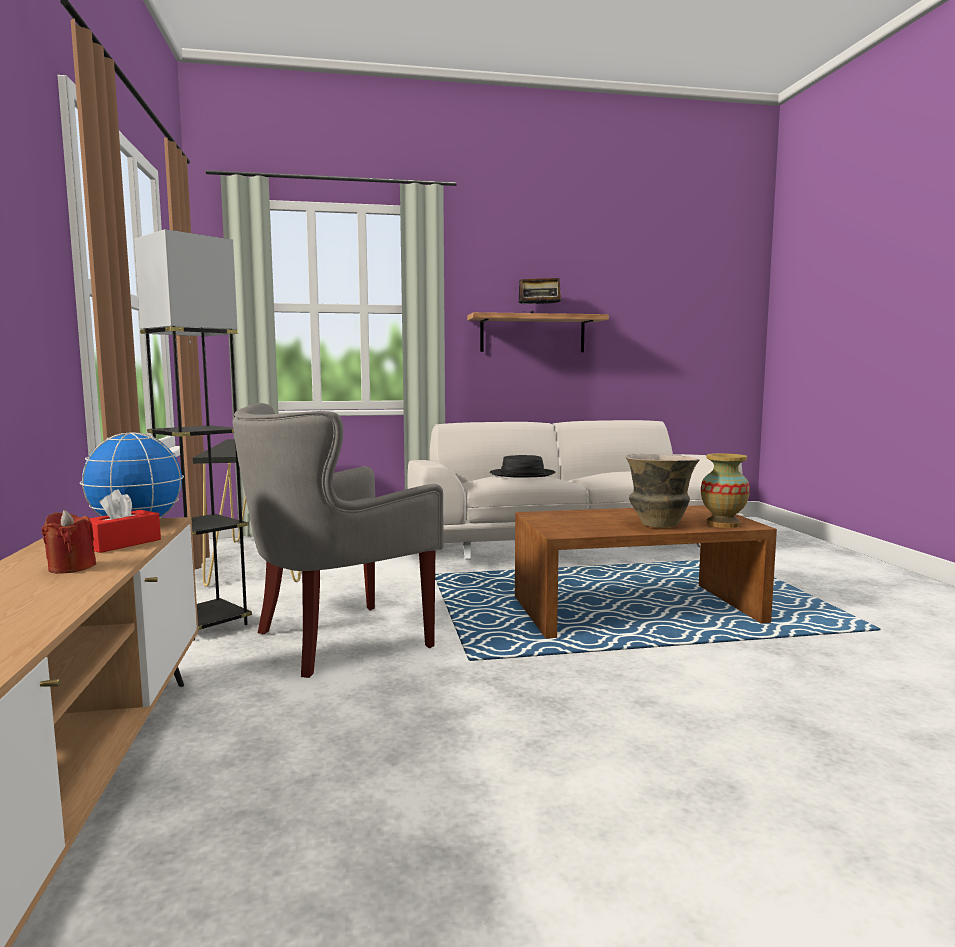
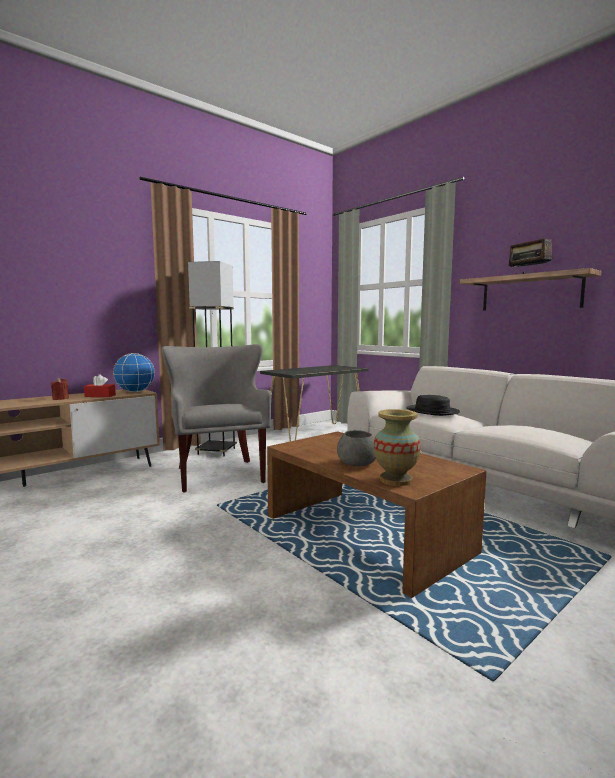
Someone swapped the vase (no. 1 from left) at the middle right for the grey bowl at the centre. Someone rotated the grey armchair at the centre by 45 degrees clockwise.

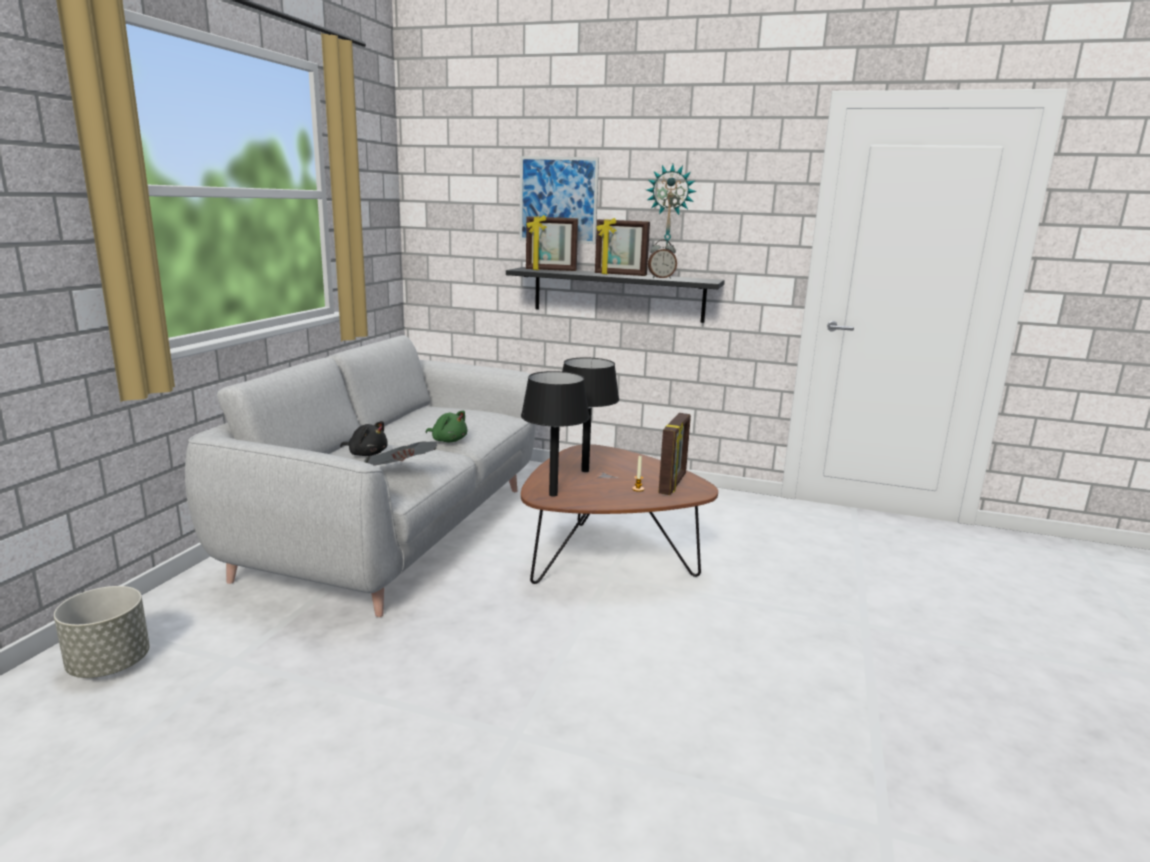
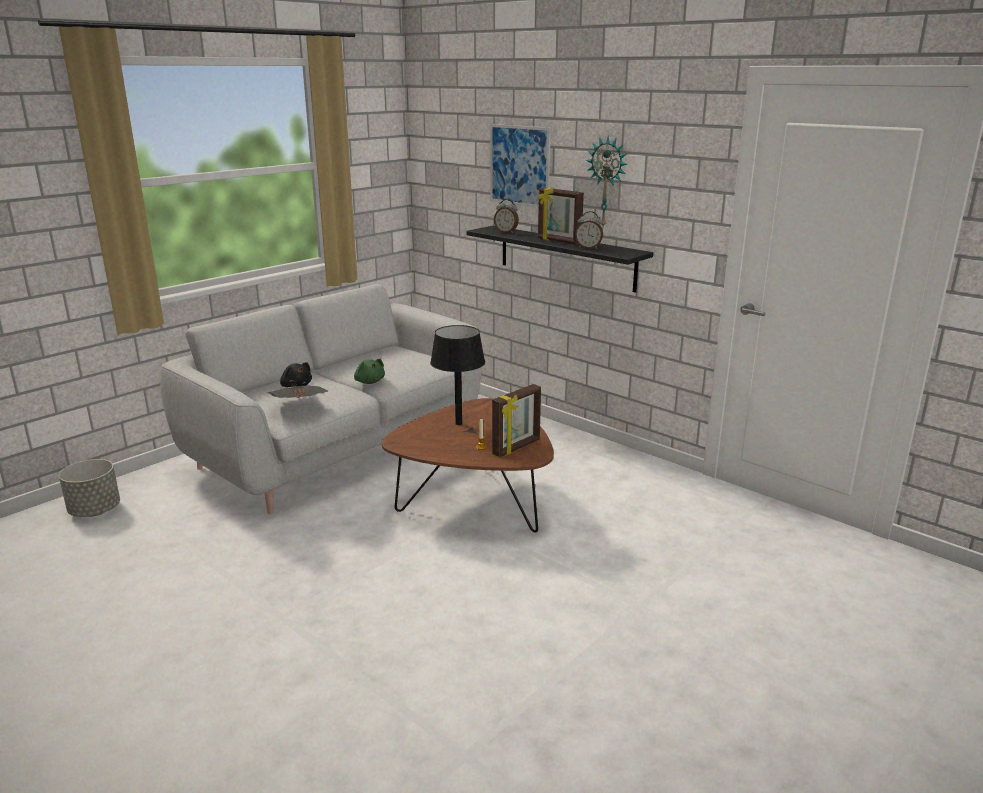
Someone took away the black table lamp (no. 1 from left) at the centre. Someone swapped the picture frame (no. 1 from left) at the top centre for the alarm clock (no. 1 from left) at the top centre.

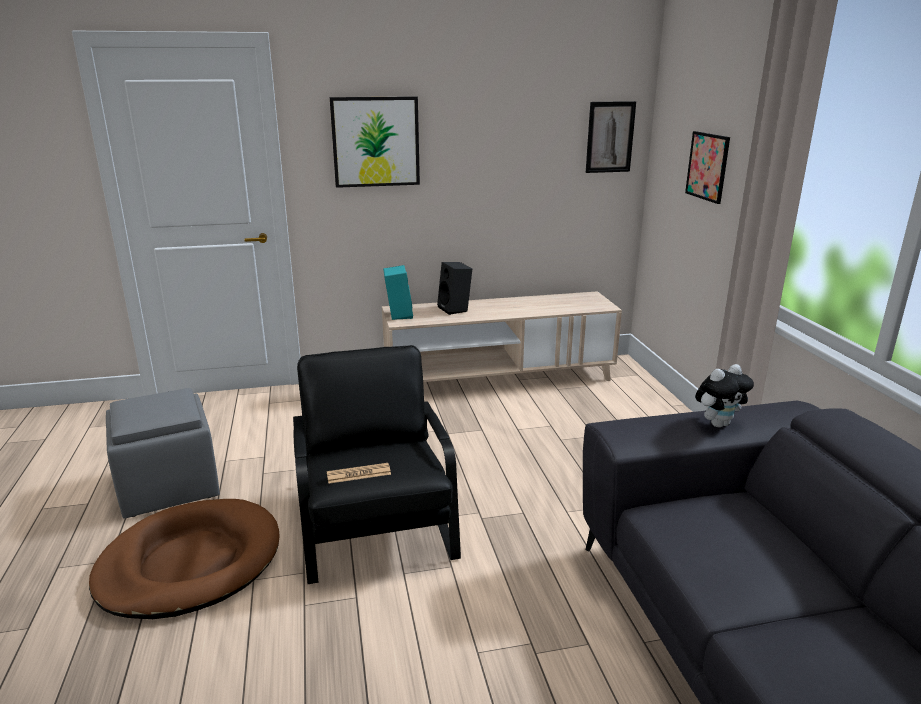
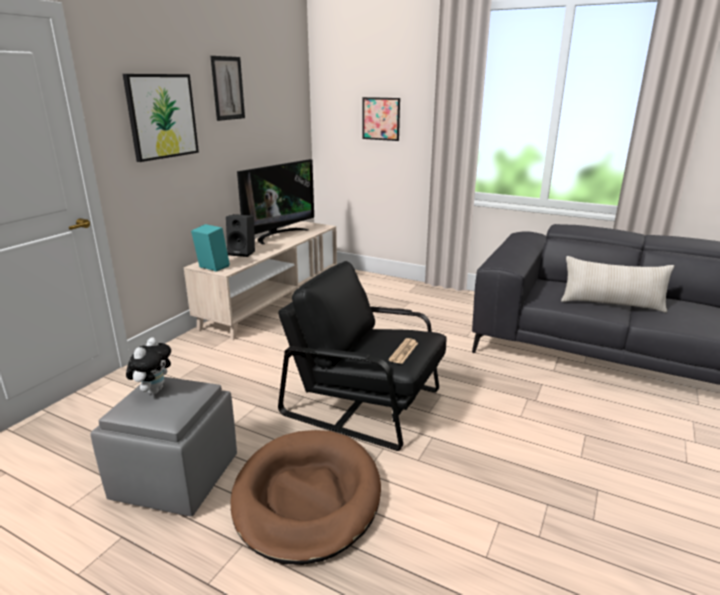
Someone put down the television at the centre. Someone put down the beige pillow at the middle right. Someone carried the picture (no. 2 from left) from the top centre to the top left. Someone carried the plush toy from the middle right to the middle left.

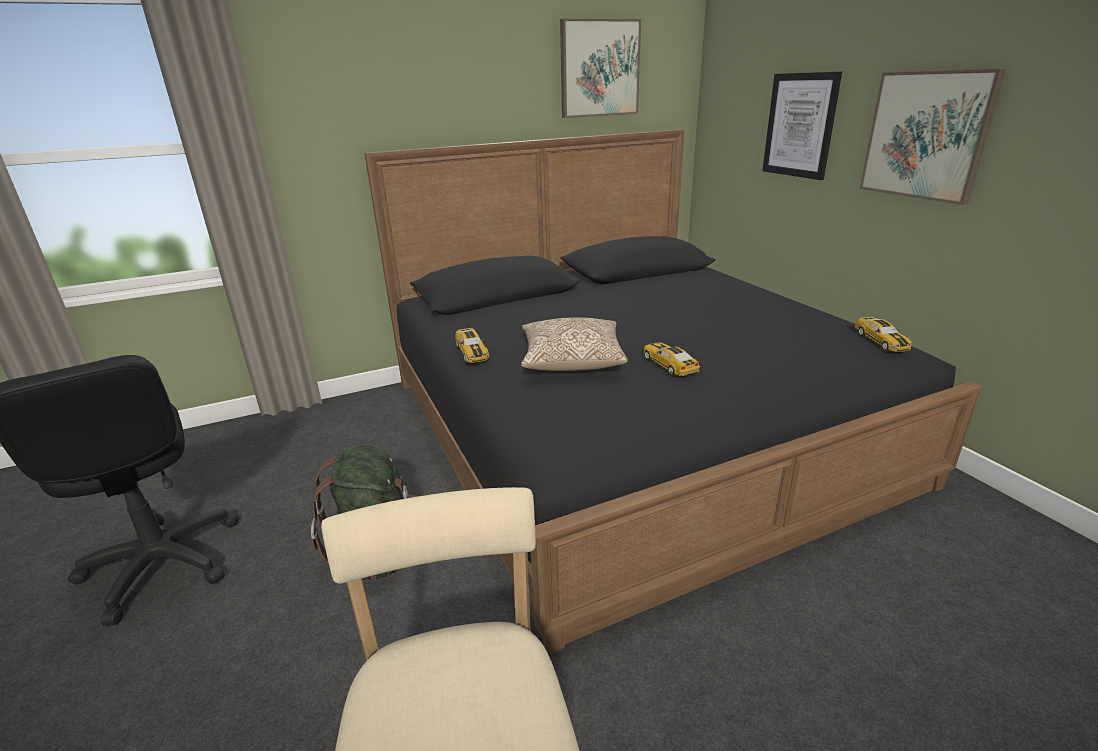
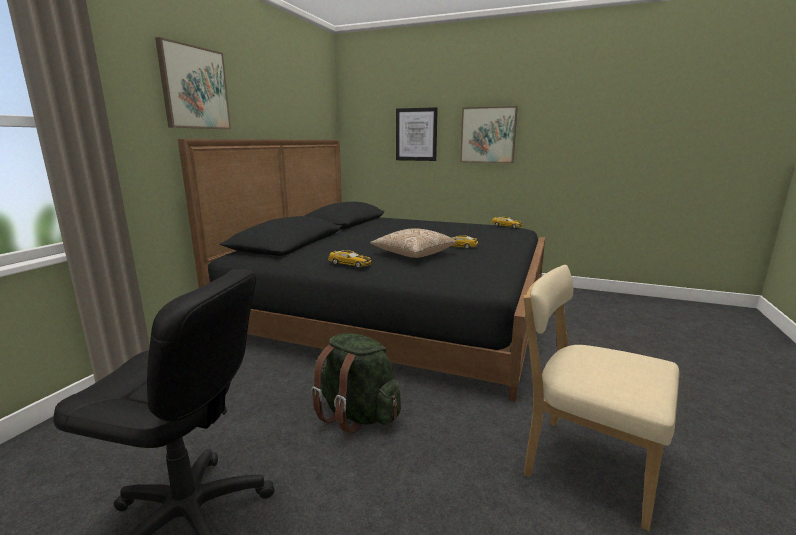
Someone carried the picture (no. 1 from left) from the top centre to the top left.

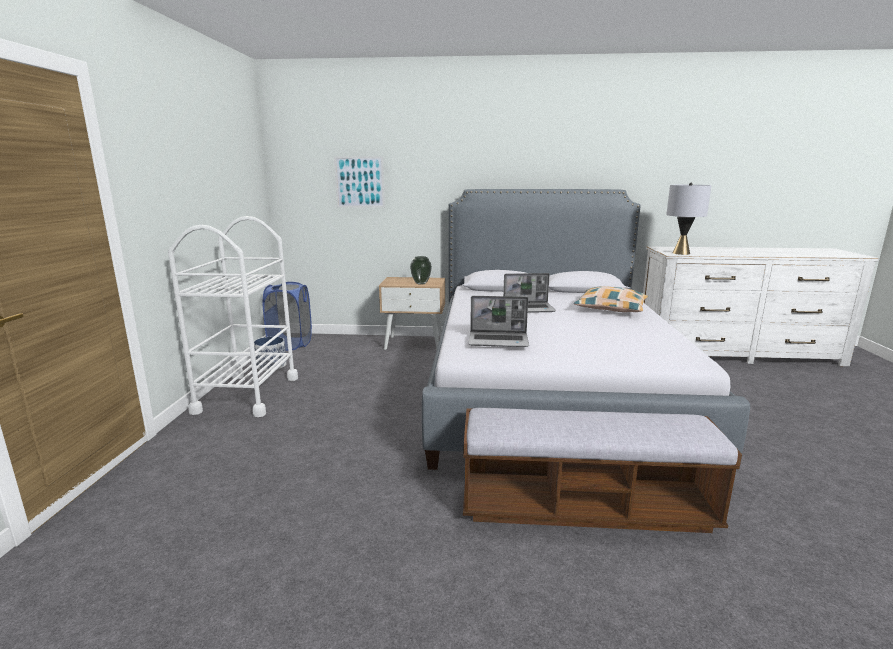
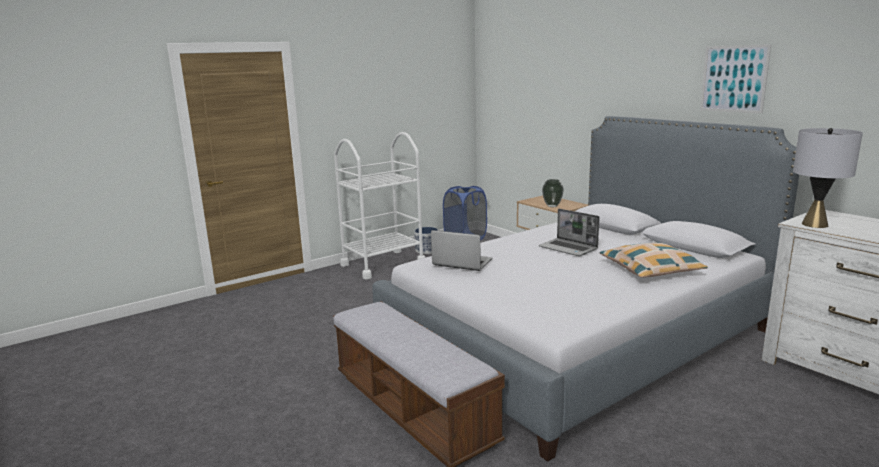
Someone carried the picture from the top centre to the top right. Someone rotated the laptop (no. 1 from left) at the centre by 150 degrees clockwise.

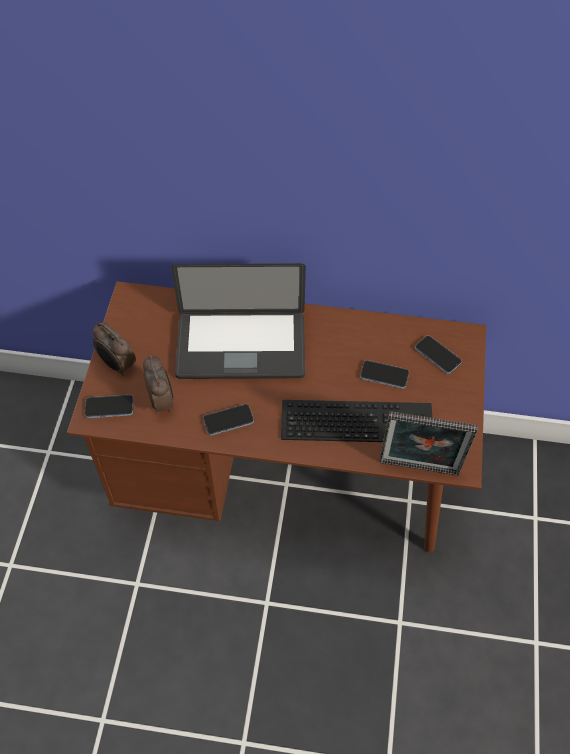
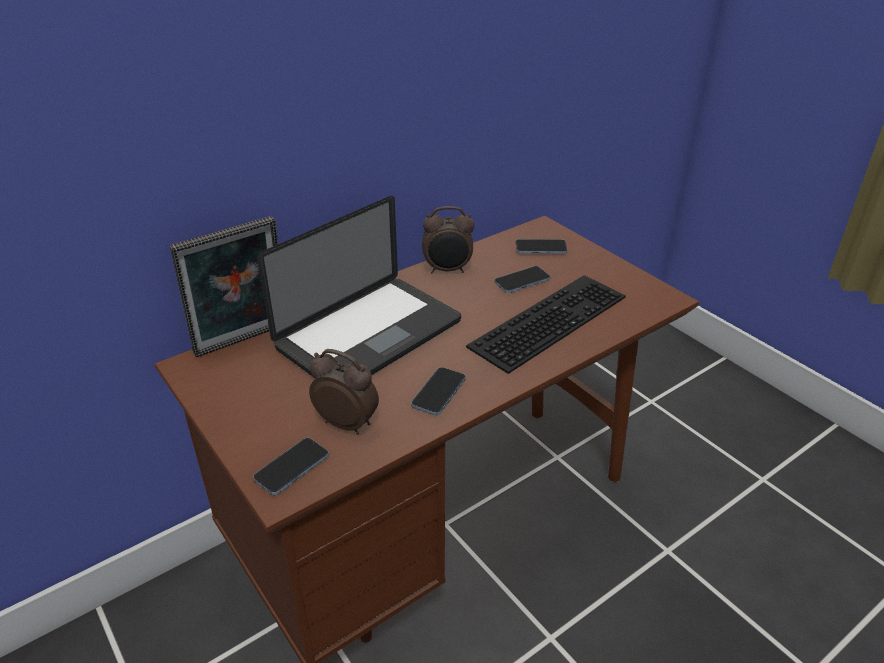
Someone carried the alarm clock (no. 1 from left in the first image) from the middle left to the centre. Someone carried the picture frame from the middle right to the middle left.

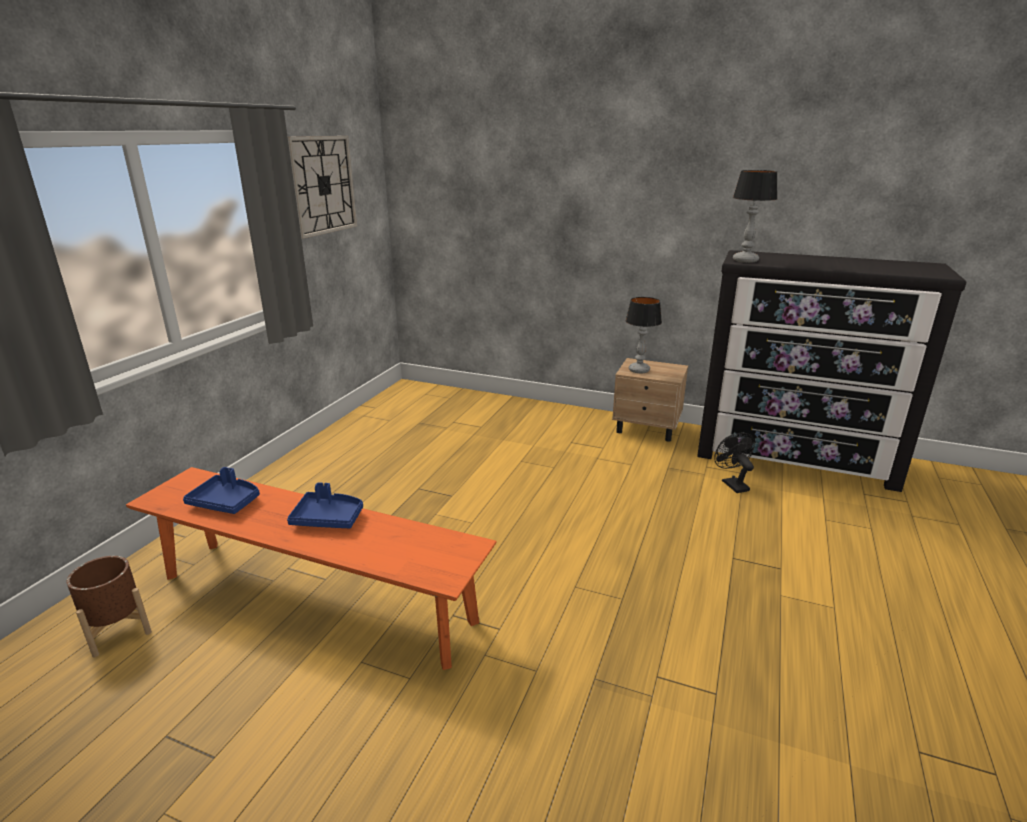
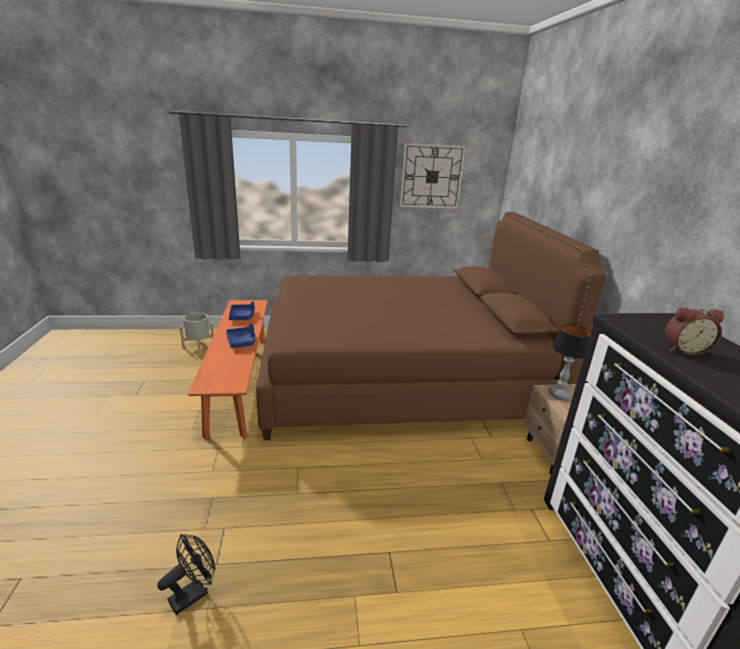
Someone took away the table lamp (no. 2 from left) at the top right. Someone put down the brown bed at the centre. Someone put down the alarm clock at the middle right. Someone carried the black fan from the middle right to the bottom left. Someone repainted the brown planter at the bottom left, which became the grey planter at the middle left.

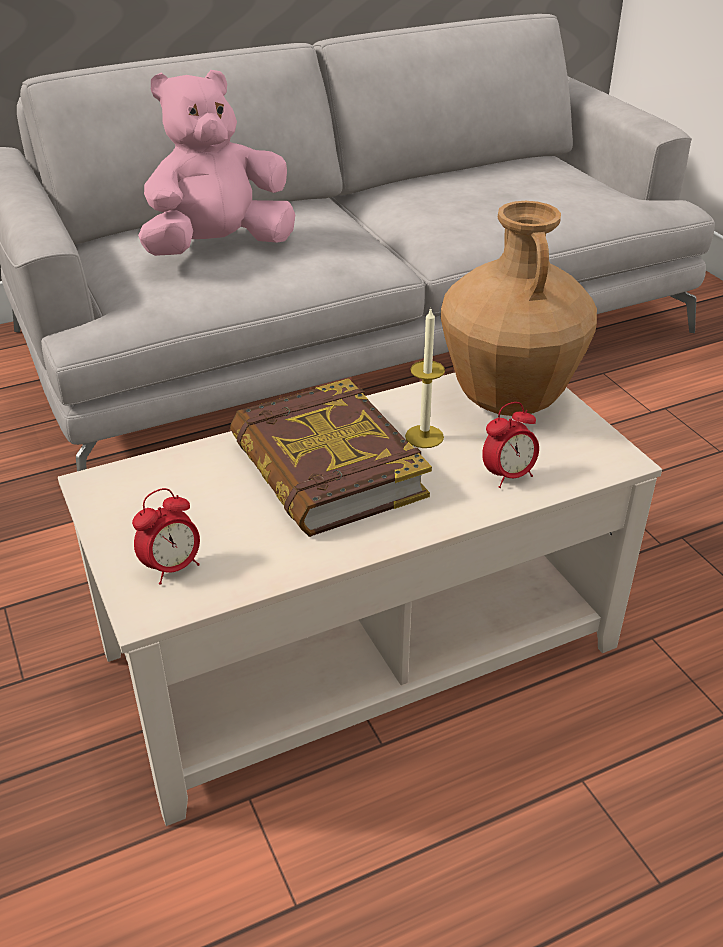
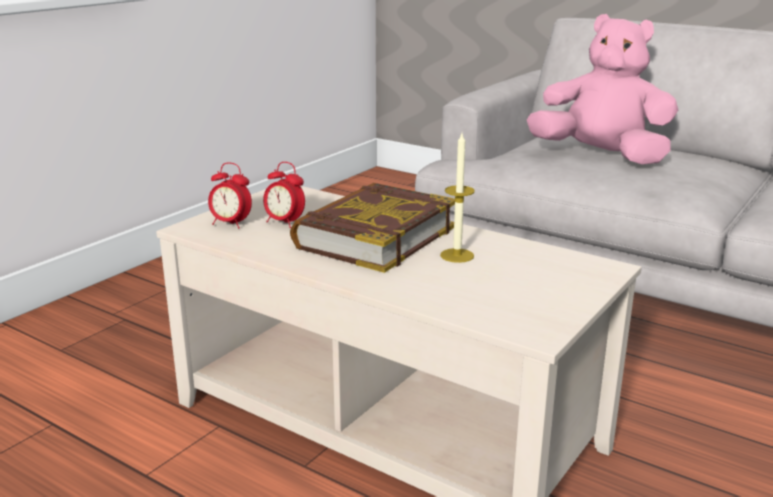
Someone took away the brown vase at the top right. Someone carried the alarm clock (no. 2 from left) from the middle right to the centre.

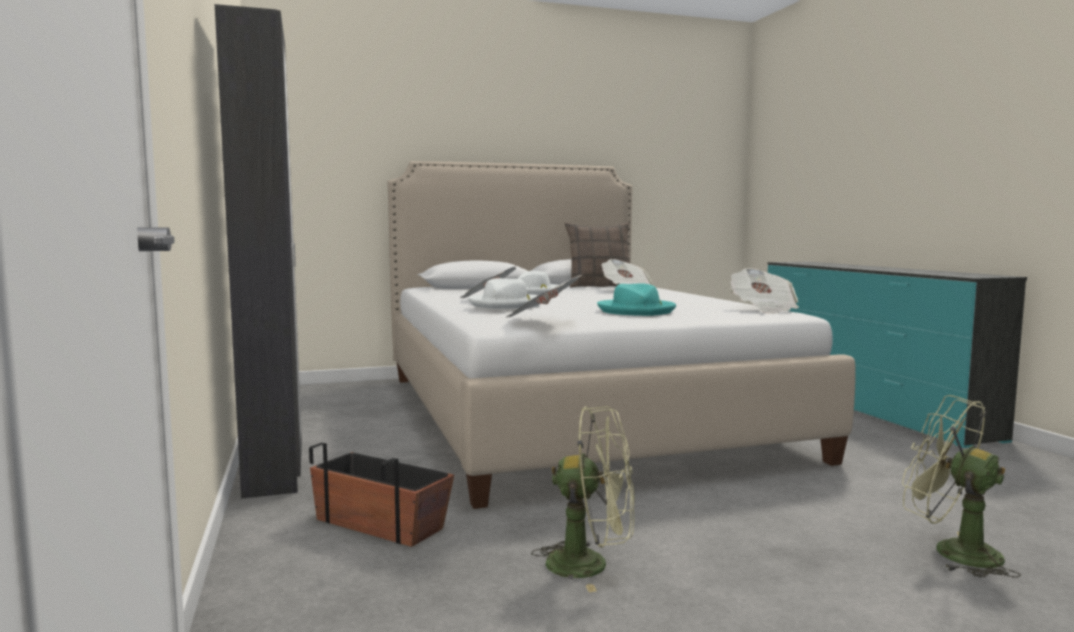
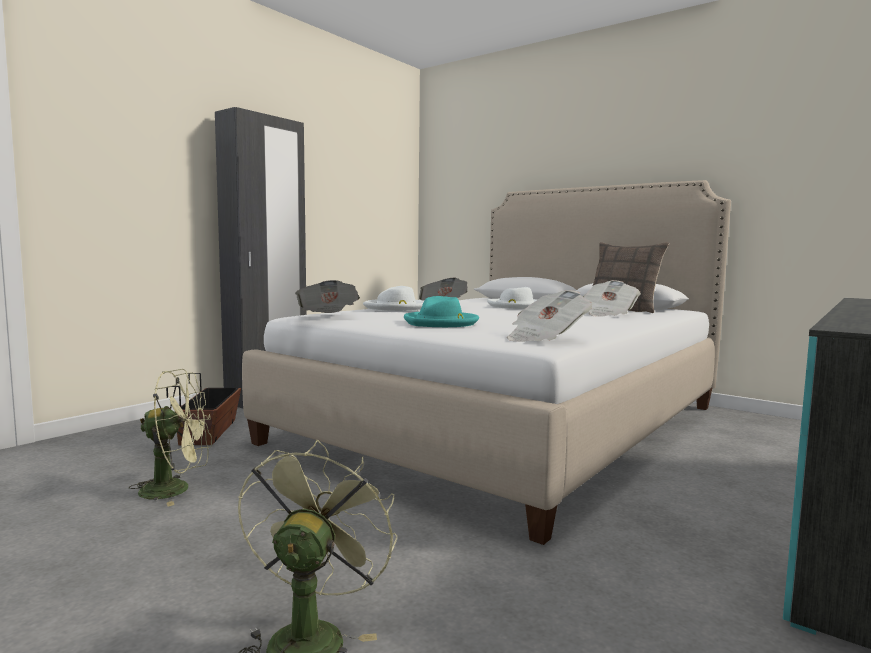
Someone rotated the green fan (no. 1 from left) at the bottom centre by 75 degrees counterclockwise.

